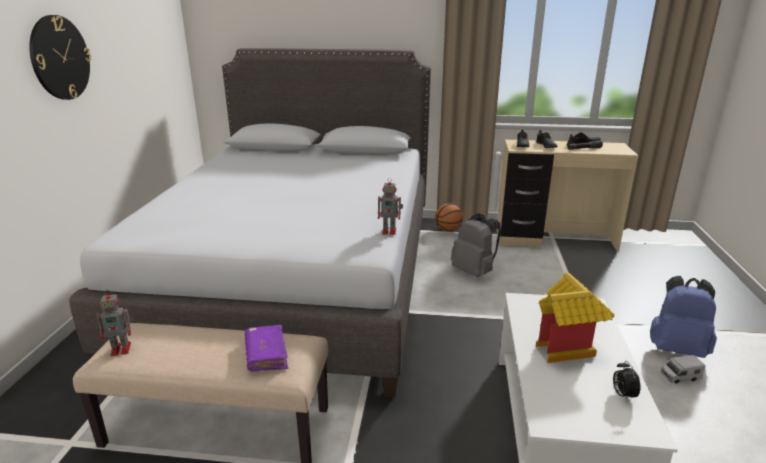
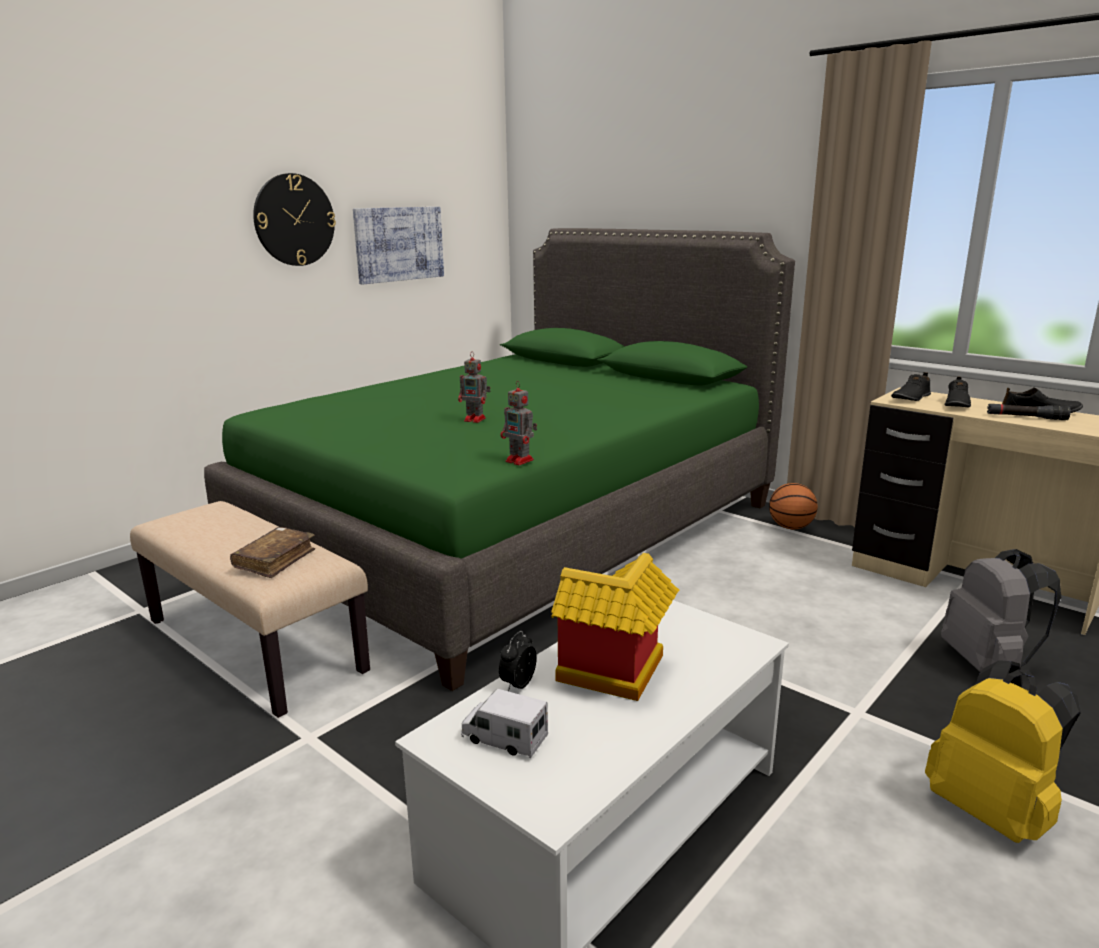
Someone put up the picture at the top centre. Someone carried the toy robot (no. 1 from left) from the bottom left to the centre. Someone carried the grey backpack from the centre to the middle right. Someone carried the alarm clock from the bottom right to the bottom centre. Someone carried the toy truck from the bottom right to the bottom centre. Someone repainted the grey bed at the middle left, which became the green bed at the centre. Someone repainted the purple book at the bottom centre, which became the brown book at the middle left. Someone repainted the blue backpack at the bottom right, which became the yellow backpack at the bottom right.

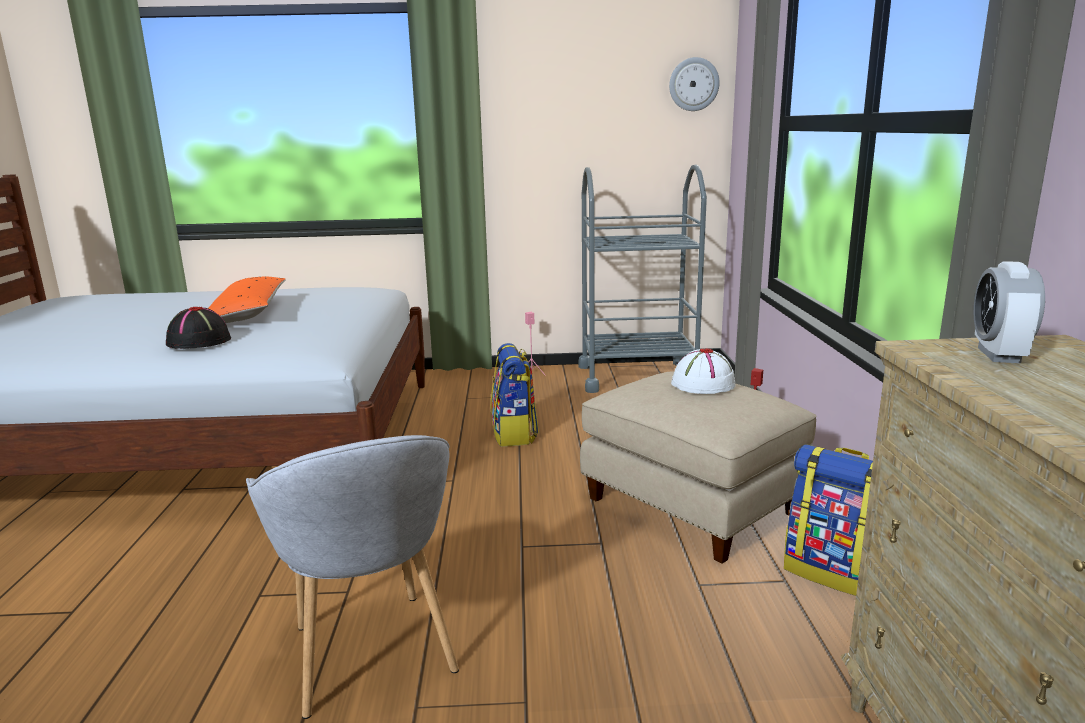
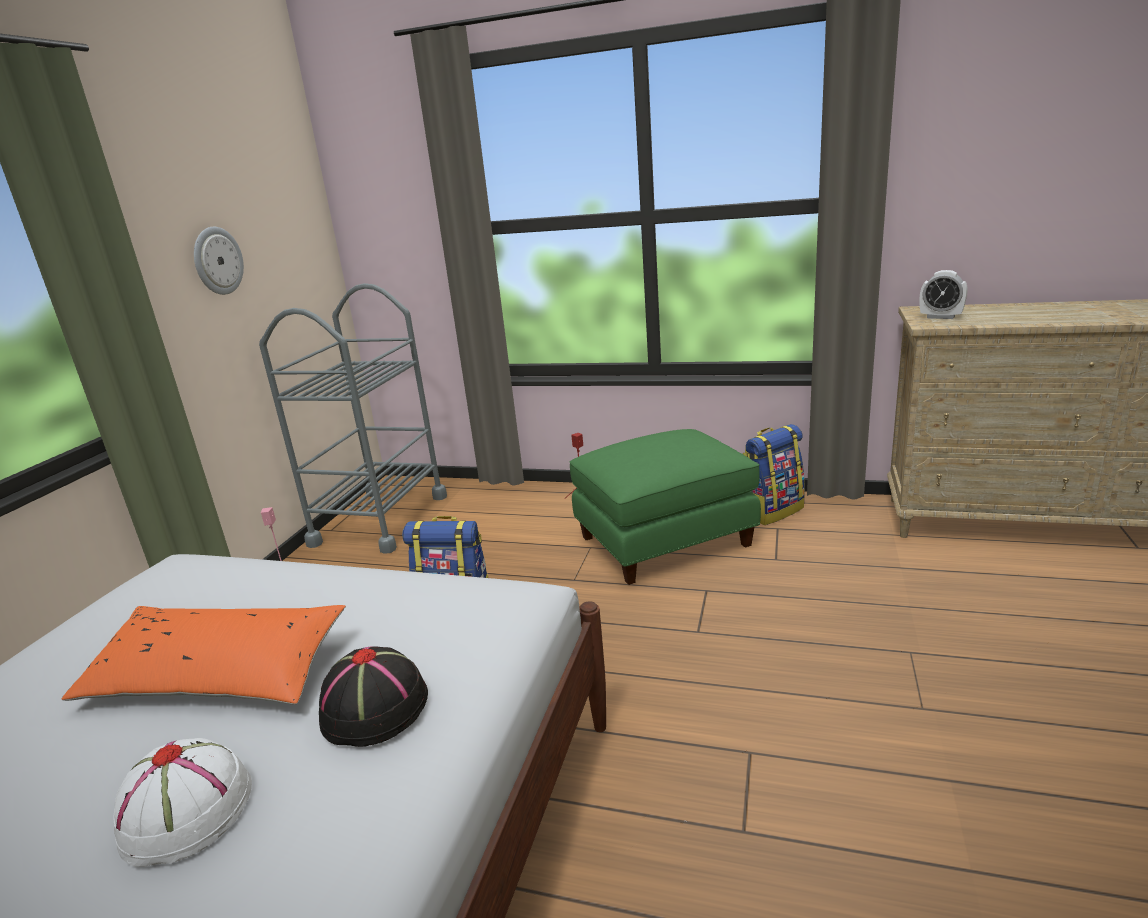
Someone took away the grey armchair at the bottom left. Someone carried the wall clock from the top centre to the top left. Someone carried the white hat from the centre to the bottom left. Someone repainted the beige ottoman at the centre, which became the green ottoman at the centre.

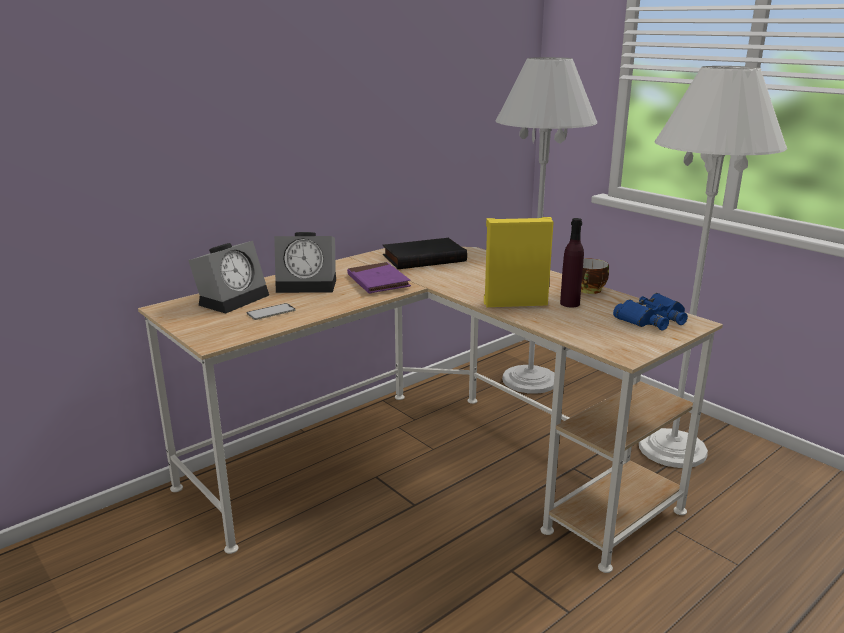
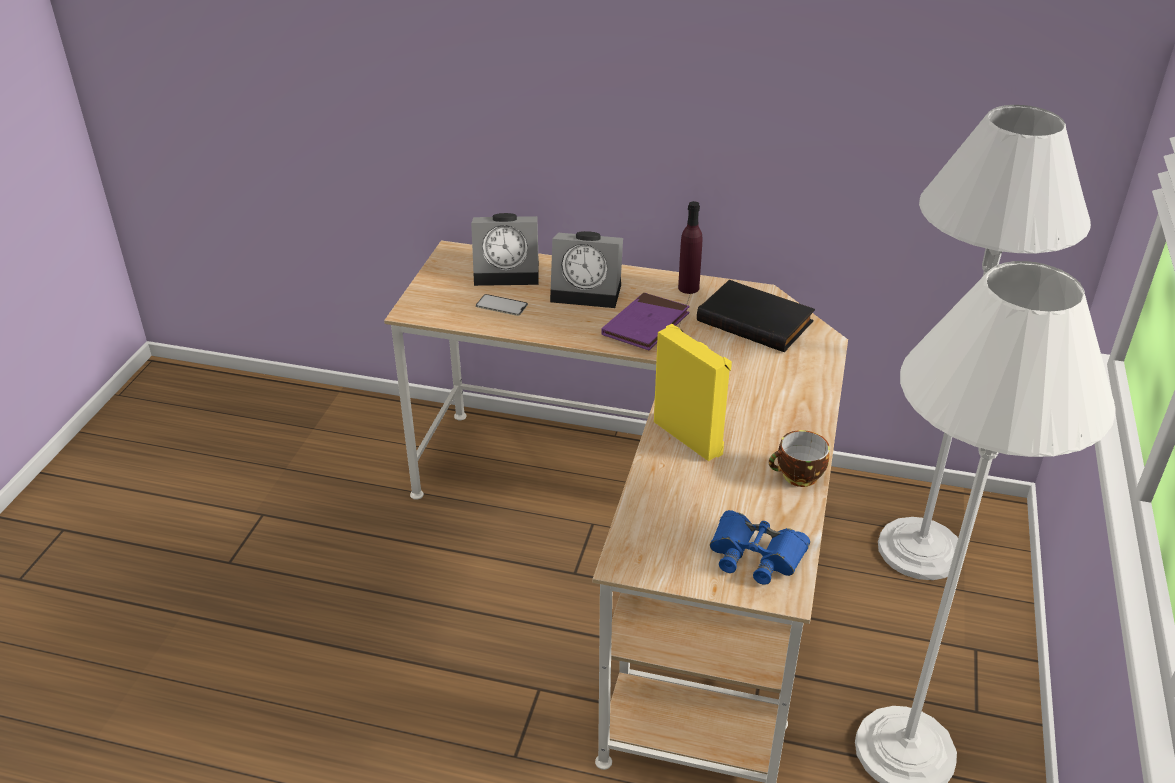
Someone carried the purple bottle from the middle right to the top centre. Someone rotated the alarm clock (no. 2 from left) at the centre by 45 degrees counterclockwise.

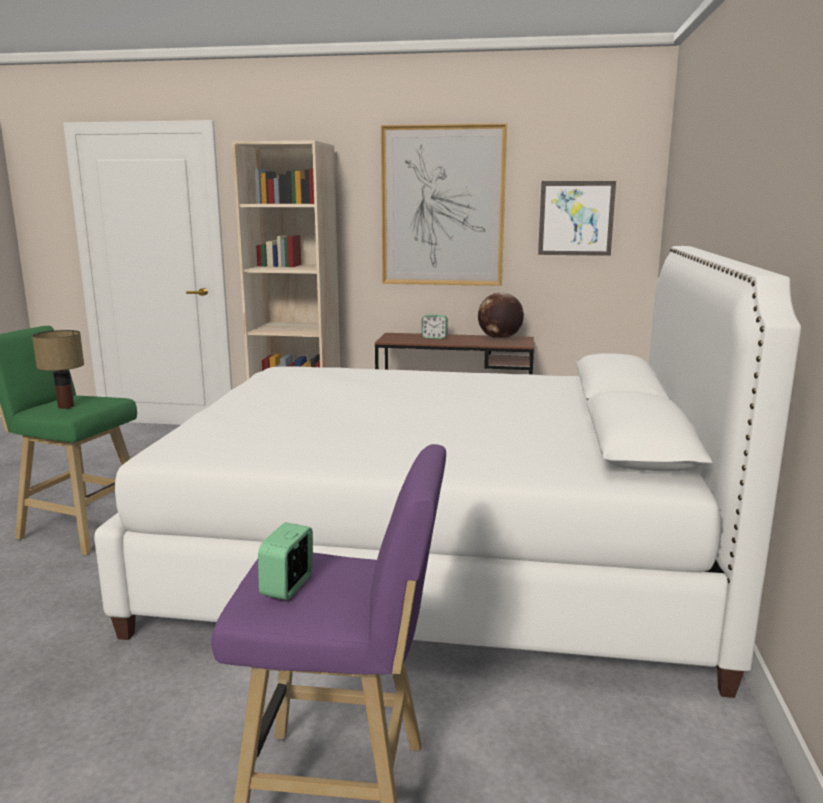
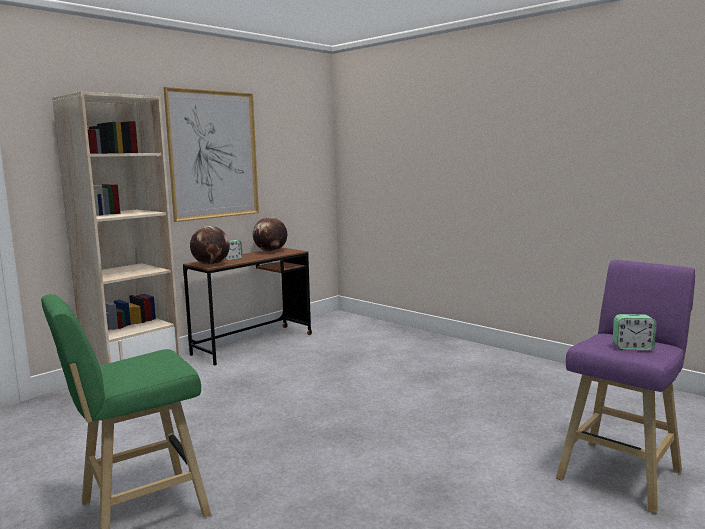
Someone took away the table lamp at the middle left. Someone took away the white bed at the centre. Someone took away the picture (no. 2 from left) at the top right. Someone put down the globe (no. 1 from left) at the middle left. Someone rotated the alarm clock (no. 1 from left in the first image) at the bottom centre by 45 degrees counterclockwise.

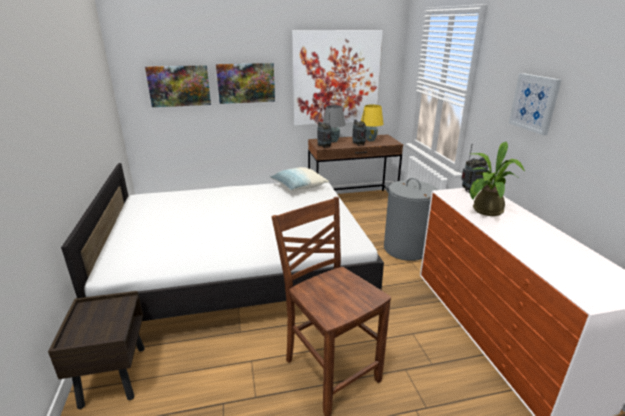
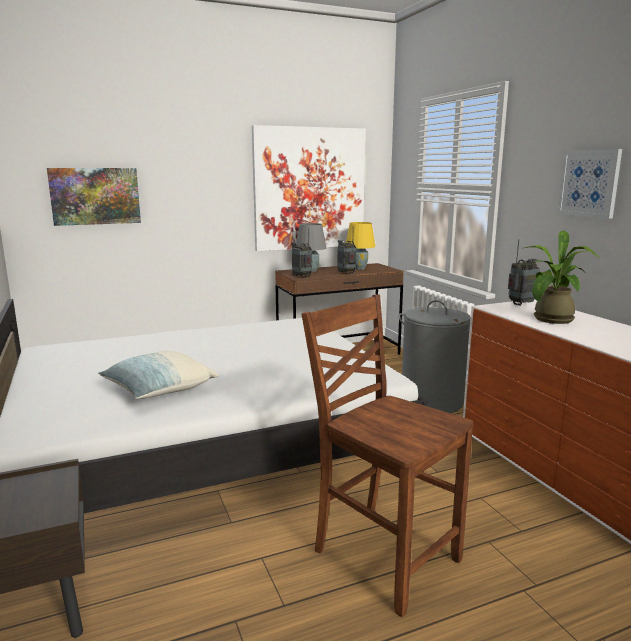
Someone took away the picture (no. 2 from left) at the top centre. Someone carried the pillow from the centre to the middle left.

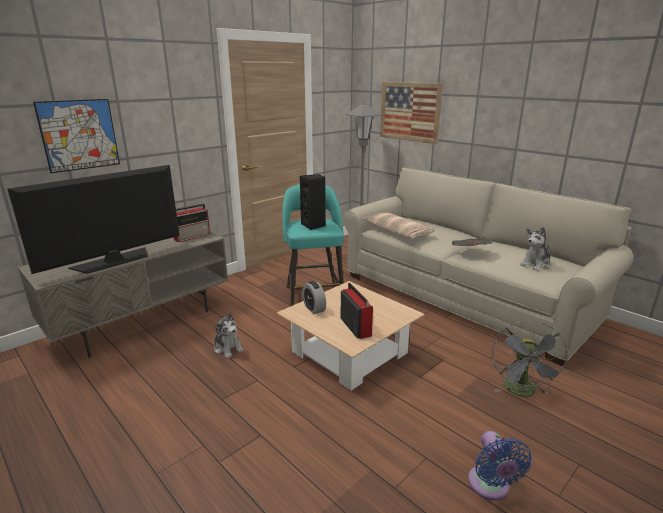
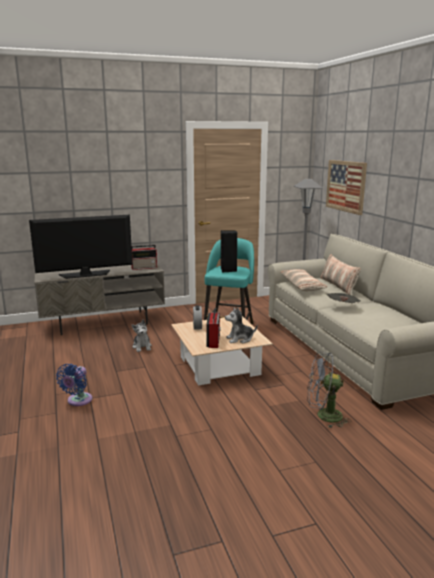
Someone took away the picture (no. 1 from left) at the top left. Someone put down the pillow (no. 2 from left) at the middle right. Someone carried the blue fan from the bottom right to the middle left. Someone carried the plush toy (no. 2 from left) from the middle right to the centre. Someone rotated the grey fan at the bottom right by 60 degrees clockwise.

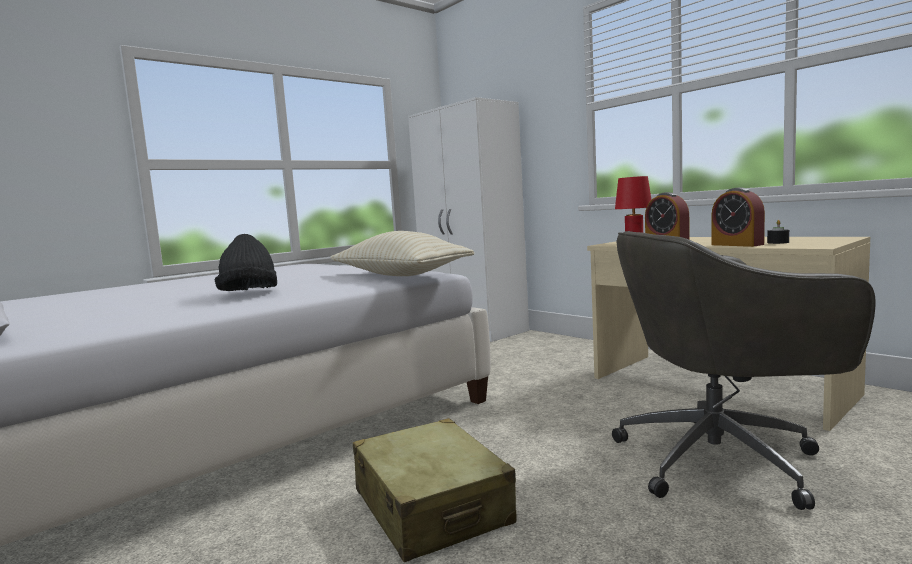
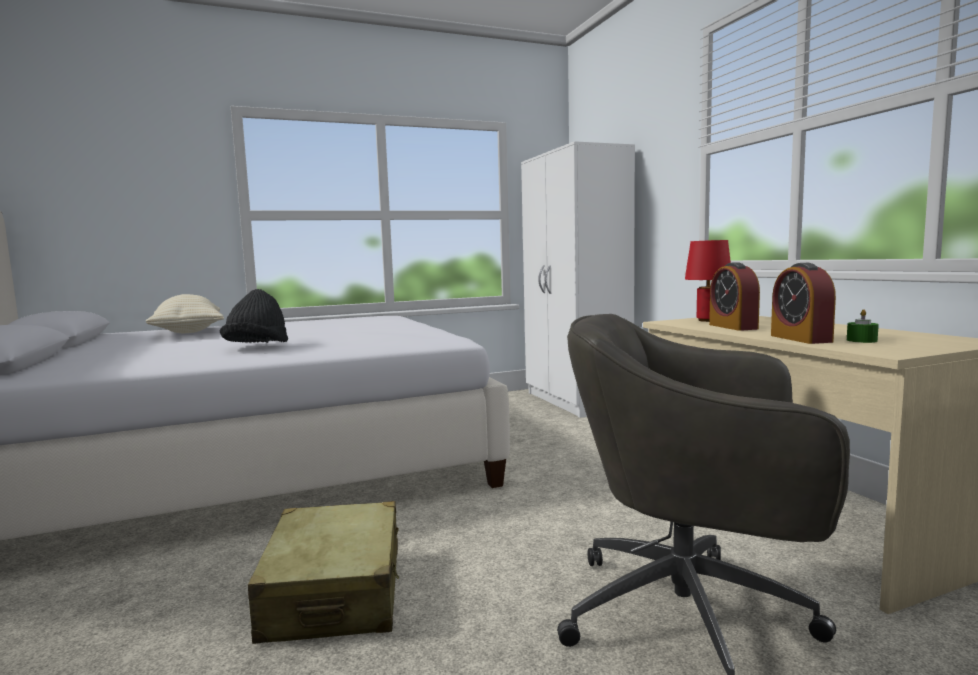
Someone carried the beige pillow from the centre to the middle left. Someone repainted the black candle at the middle right, which became the green candle at the middle right.

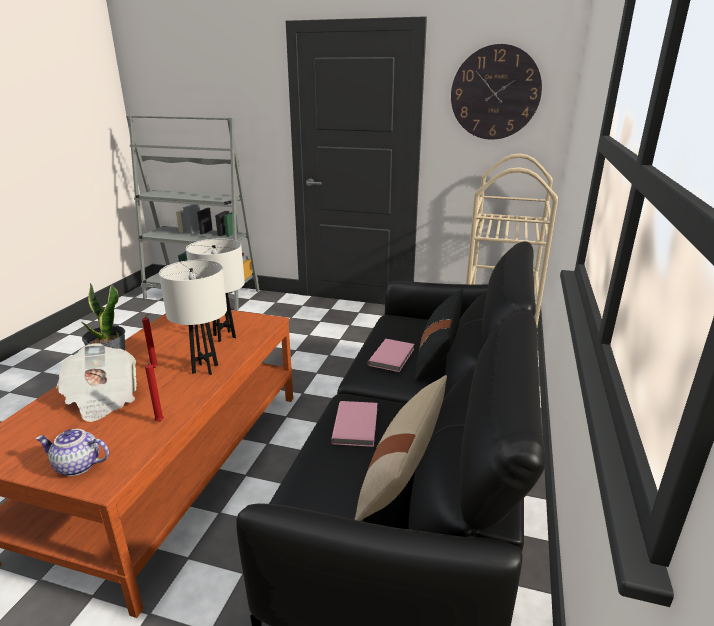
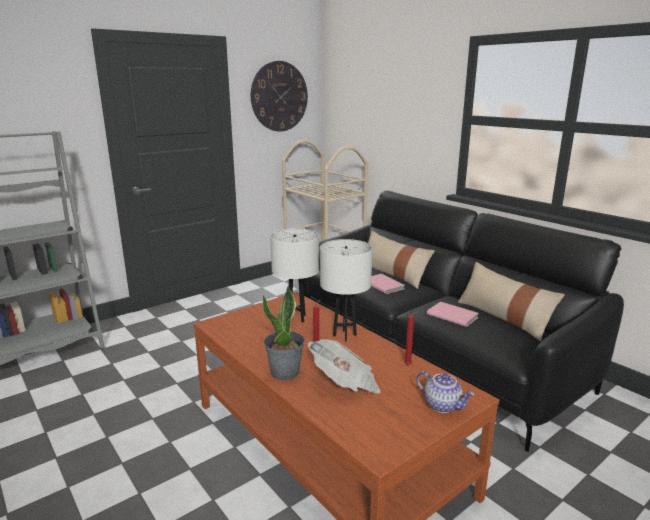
Someone repainted the black pillow at the centre, which became the beige pillow (no. 1 from left) at the centre. Someone rotated the teapot at the bottom left by 90 degrees counterclockwise.

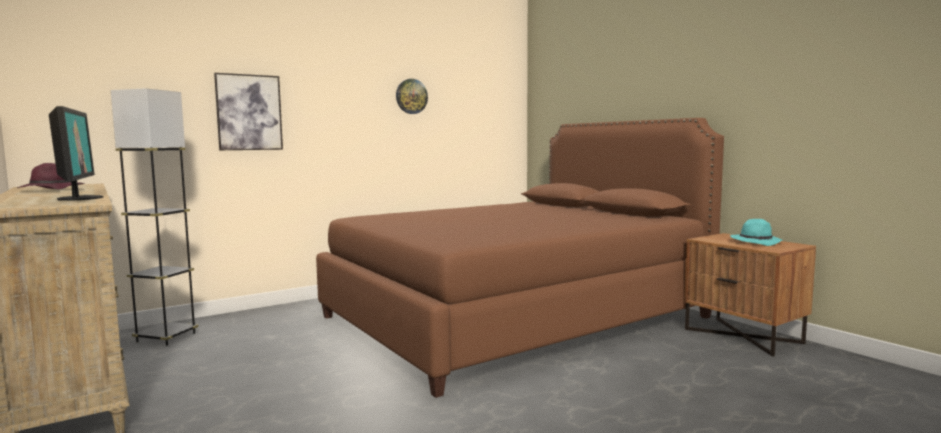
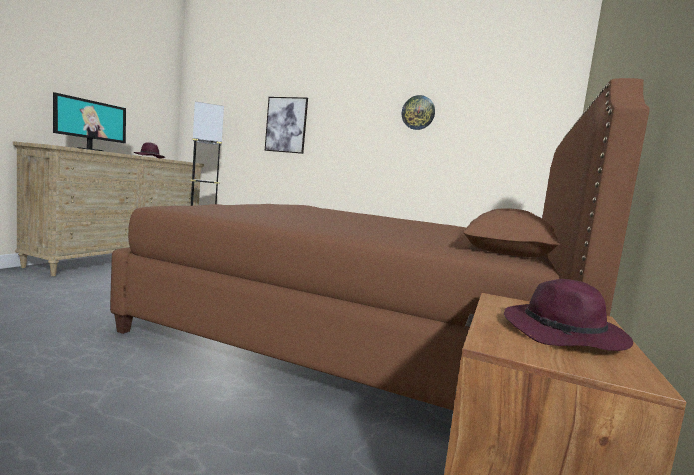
Someone repainted the turquoise hat at the middle right, which became the purple hat (no. 2 from left) at the middle right.

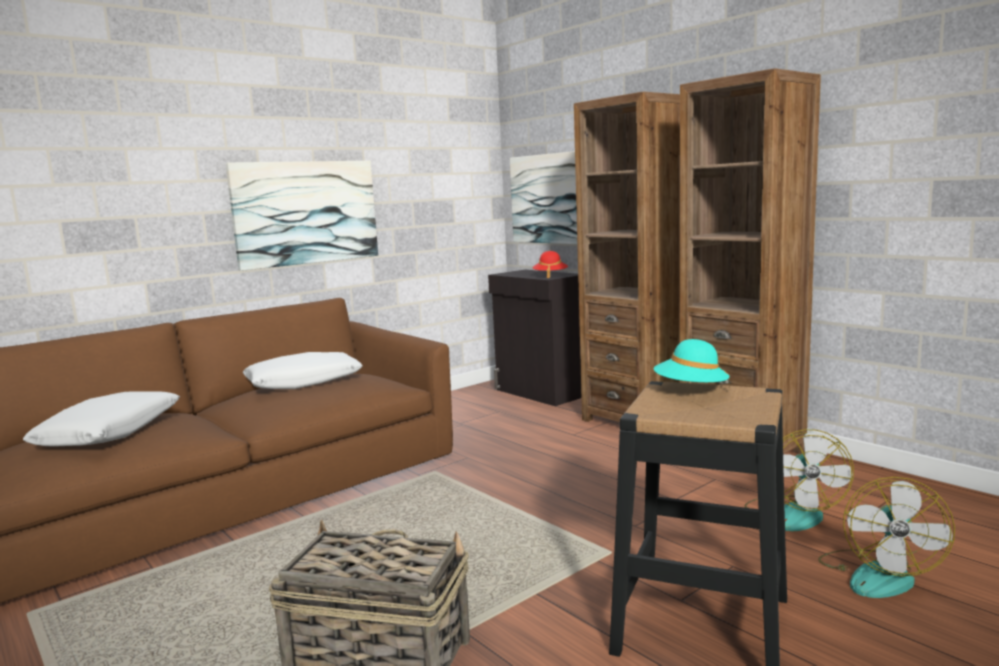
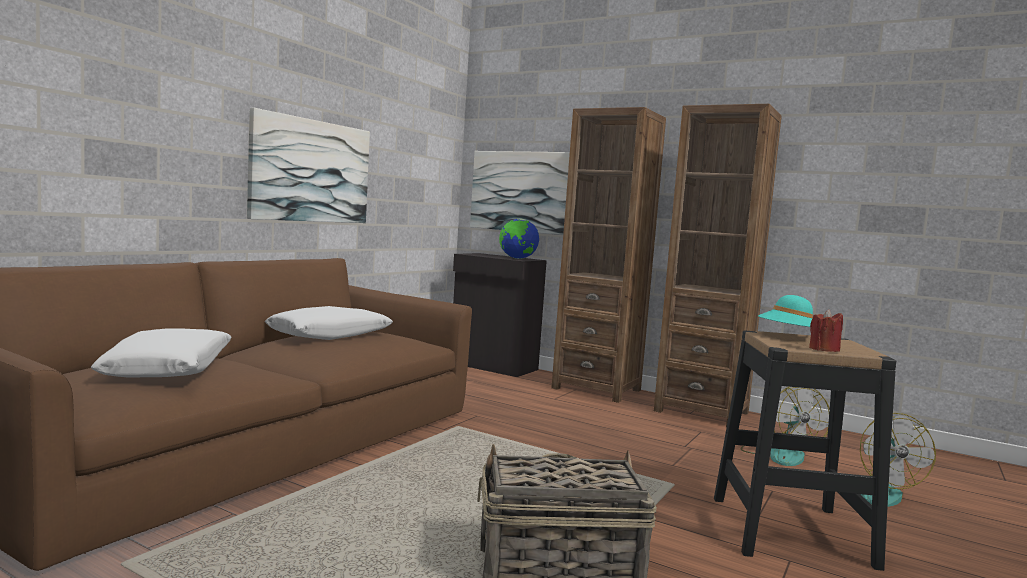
Someone put down the red candle at the middle right. Someone swapped the red hat at the centre for the globe at the centre.

